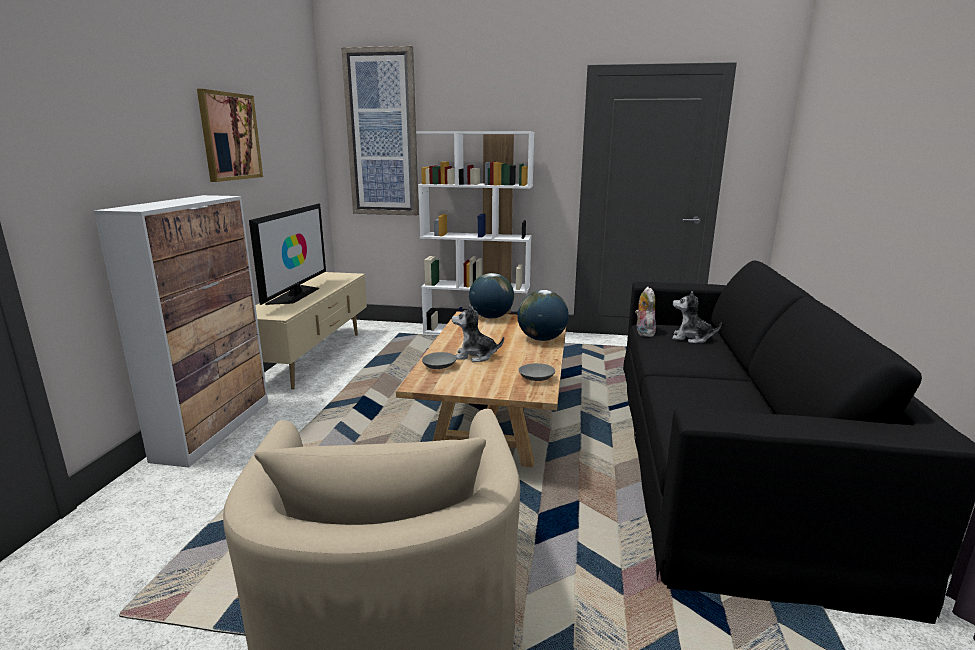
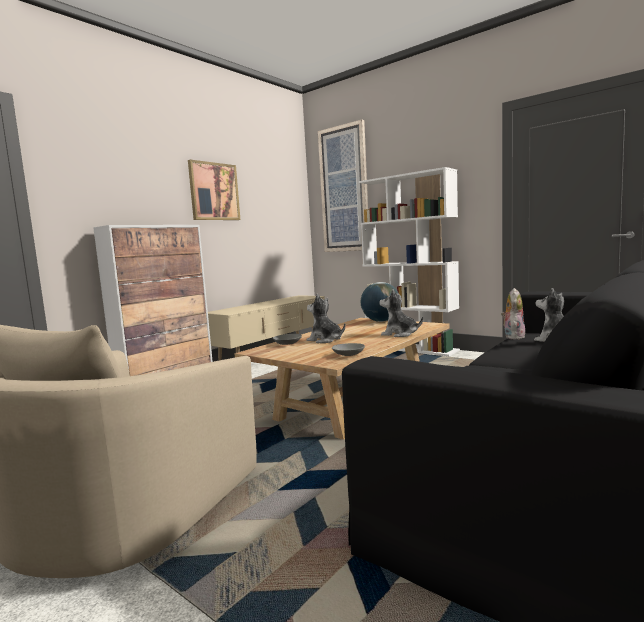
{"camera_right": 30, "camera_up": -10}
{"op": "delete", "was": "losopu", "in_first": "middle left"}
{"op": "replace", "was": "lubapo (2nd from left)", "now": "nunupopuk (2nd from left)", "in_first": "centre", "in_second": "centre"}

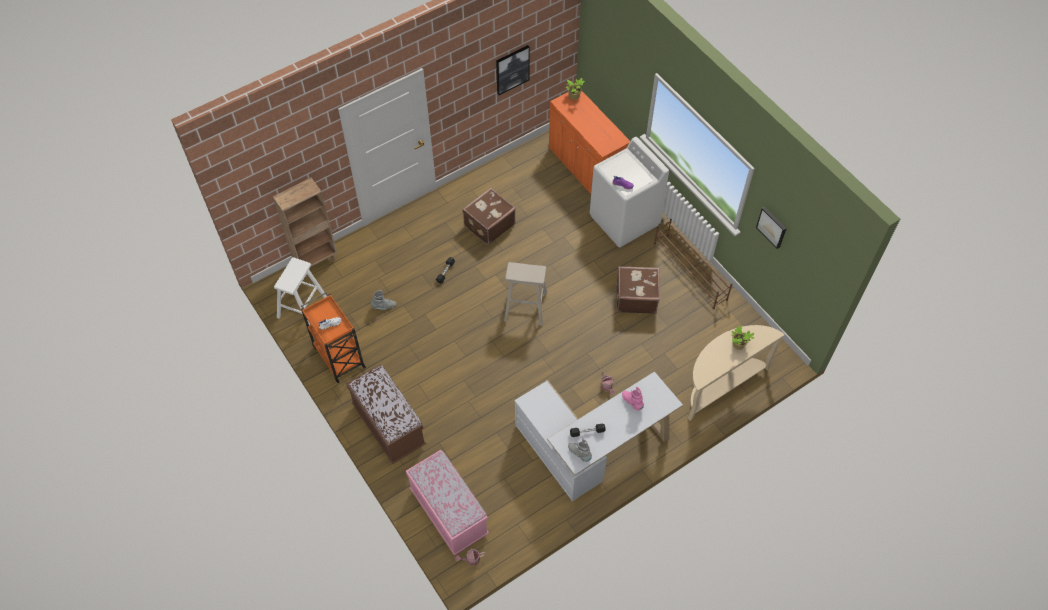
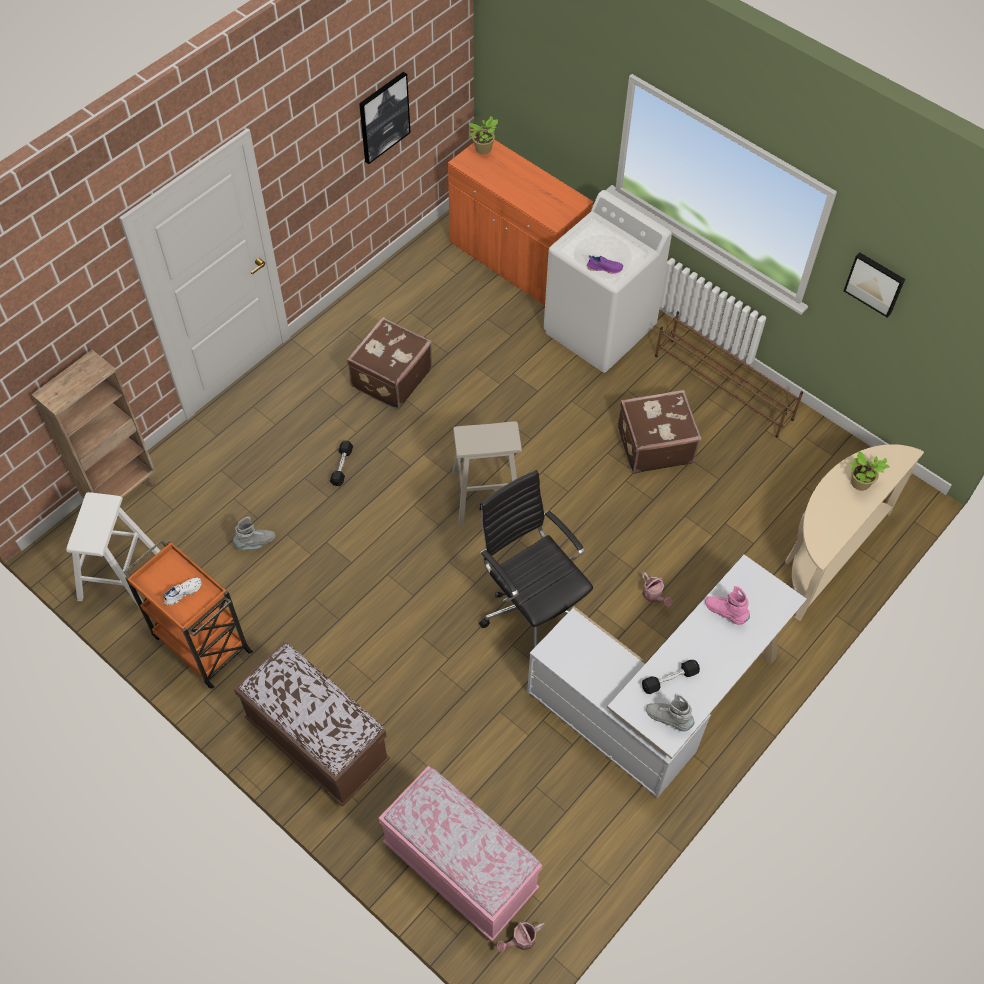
{"camera_right": -15, "camera_up": 0}
{"op": "insert", "now": "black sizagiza", "in_second": "centre"}

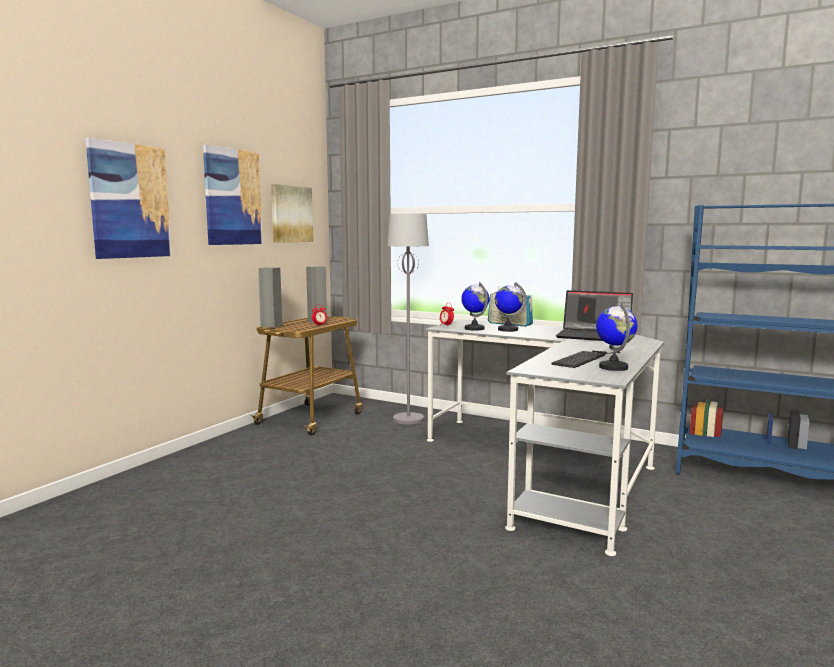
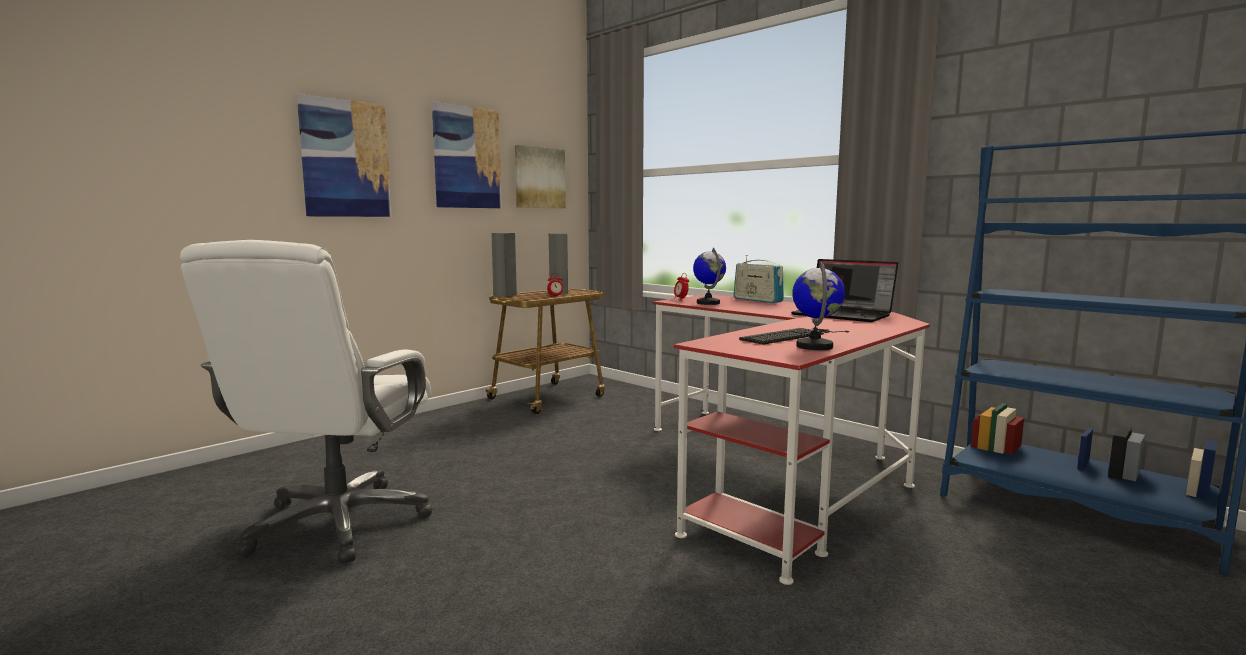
{"camera_right": 15, "camera_up": 0}
{"op": "delete", "was": "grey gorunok", "in_first": "centre"}
{"op": "recolor", "was": "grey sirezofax", "now": "red sirezofax", "in_first": "centre", "in_second": "bottom centre"}
{"op": "delete", "was": "lubapo (2nd from left)", "in_first": "centre"}
{"op": "insert", "now": "white sizagiza", "in_second": "middle left"}

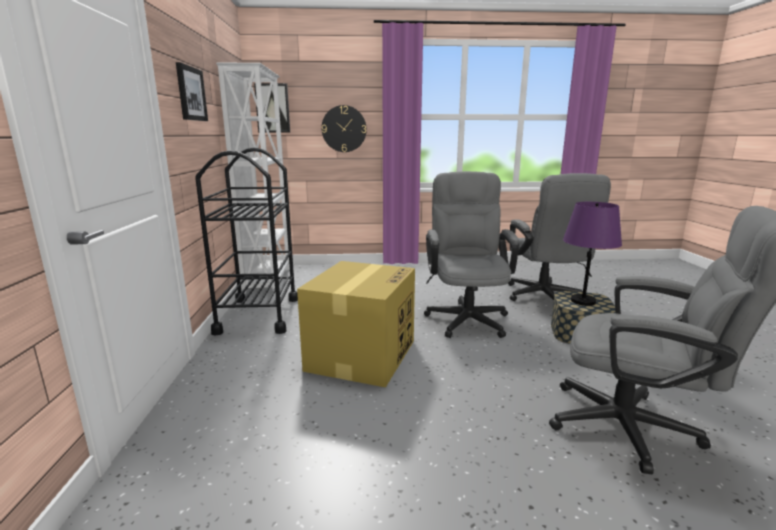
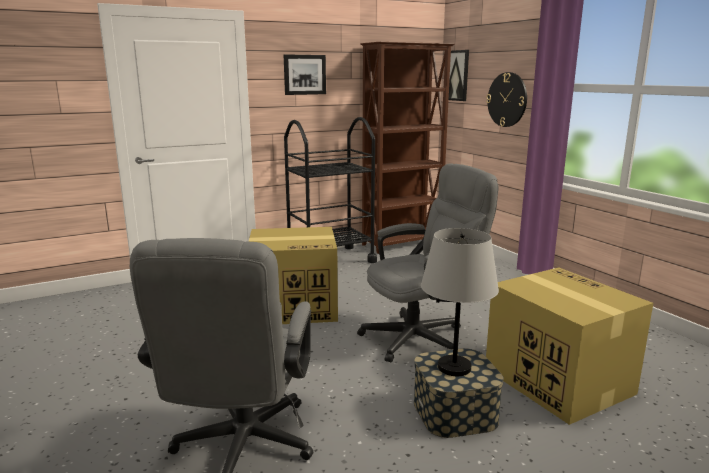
{"camera_right": 65, "camera_up": 0}
{"op": "recolor", "was": "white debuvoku", "now": "brown debuvoku", "in_first": "middle left", "in_second": "top centre"}
{"op": "replace", "was": "grey sizagiza (2nd from left)", "now": "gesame (2nd from left)", "in_first": "middle right", "in_second": "bottom right"}
{"op": "recolor", "was": "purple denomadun", "now": "grey denomadun", "in_first": "middle right", "in_second": "centre"}

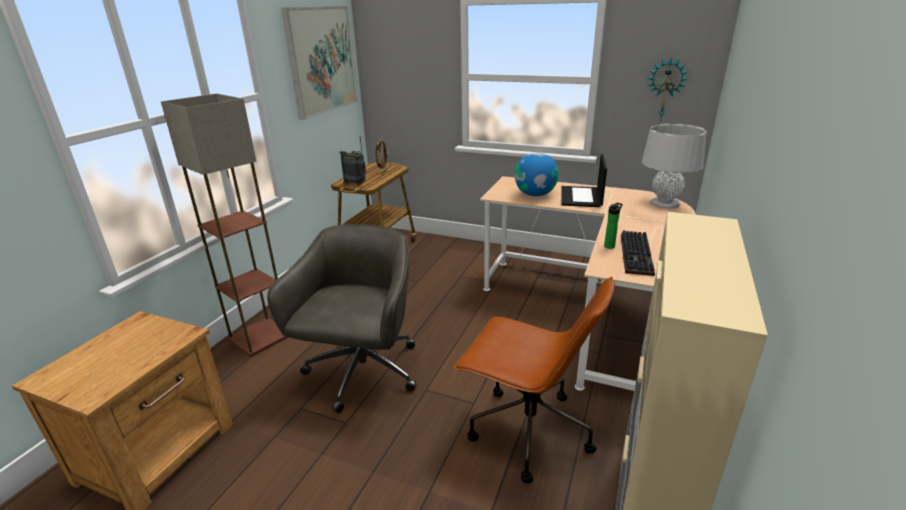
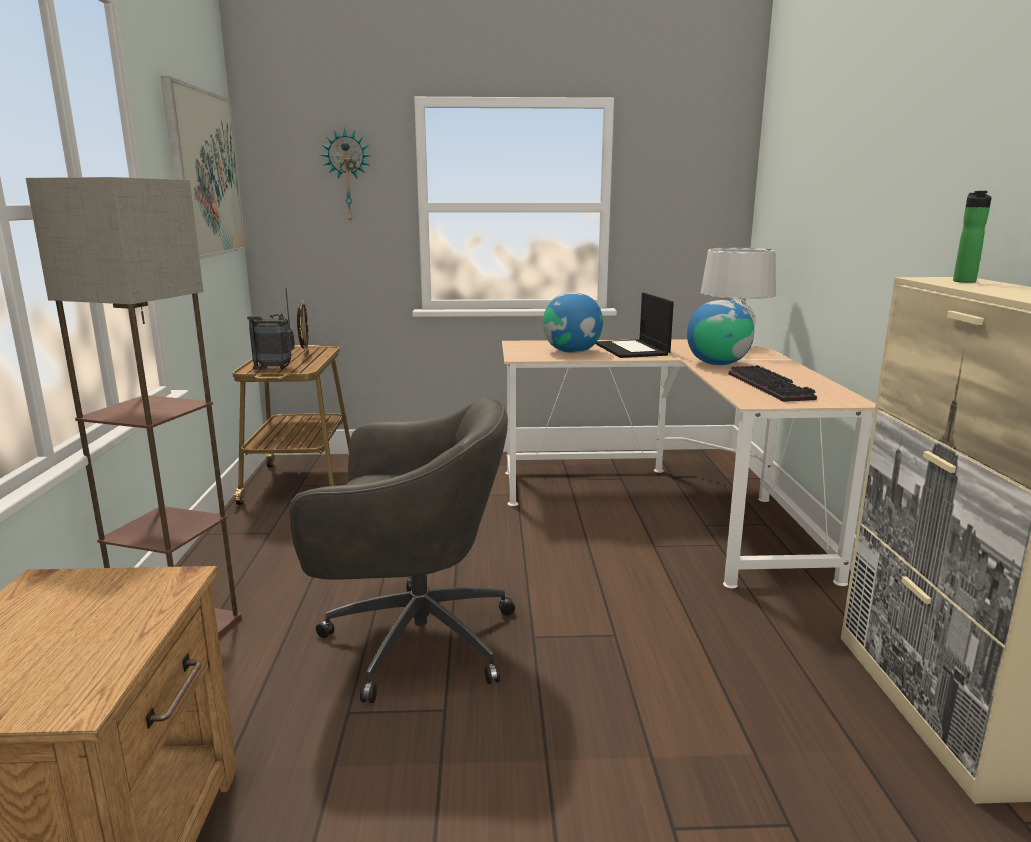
{"camera_right": -25, "camera_up": -10}
{"op": "rotate", "was": "grey sizagiza", "in_first": "centre", "in_second": "centre", "clockwise": 105}
{"op": "delete", "was": "brown sizagiza", "in_first": "bottom centre"}
{"op": "move", "was": "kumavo", "in_first": "middle right", "in_second": "top right"}
{"op": "move", "was": "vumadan", "in_first": "top right", "in_second": "top centre"}
{"op": "insert", "now": "lubapo (2nd from left)", "in_second": "middle right"}

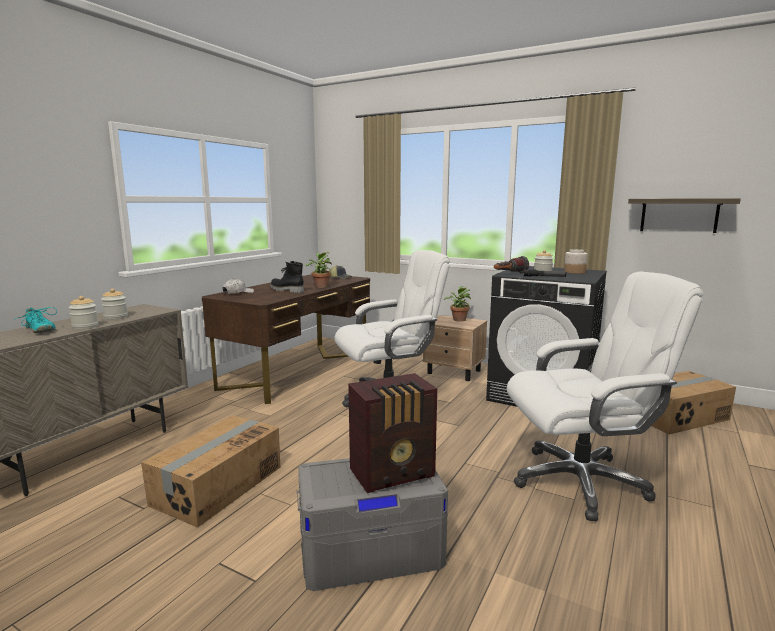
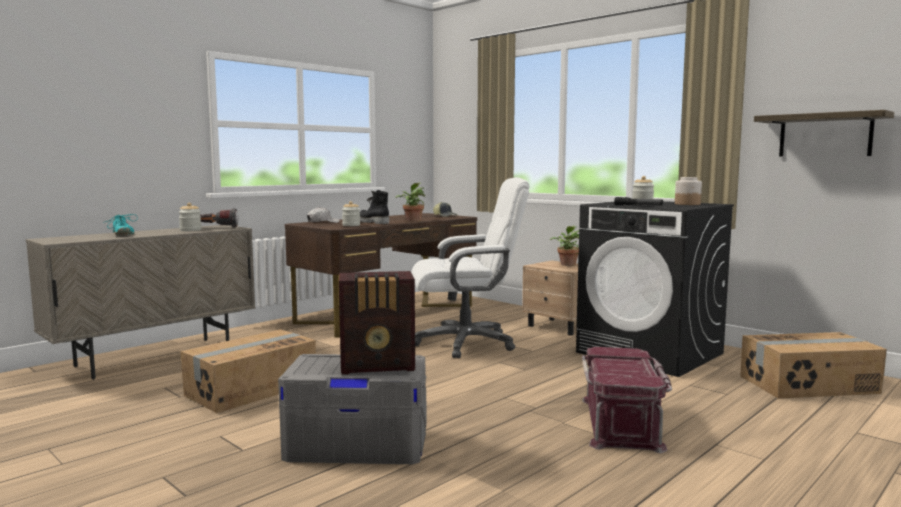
{"camera_right": 15, "camera_up": -5}
{"op": "move", "was": "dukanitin (1st from left in the first image)", "now": "dukanitin (2nd from left)", "in_first": "middle left", "in_second": "centre"}
{"op": "move", "was": "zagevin (1st from left)", "in_first": "centre", "in_second": "middle left"}
{"op": "replace", "was": "white sizagiza (2nd from left)", "now": "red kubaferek", "in_first": "middle right", "in_second": "bottom right"}

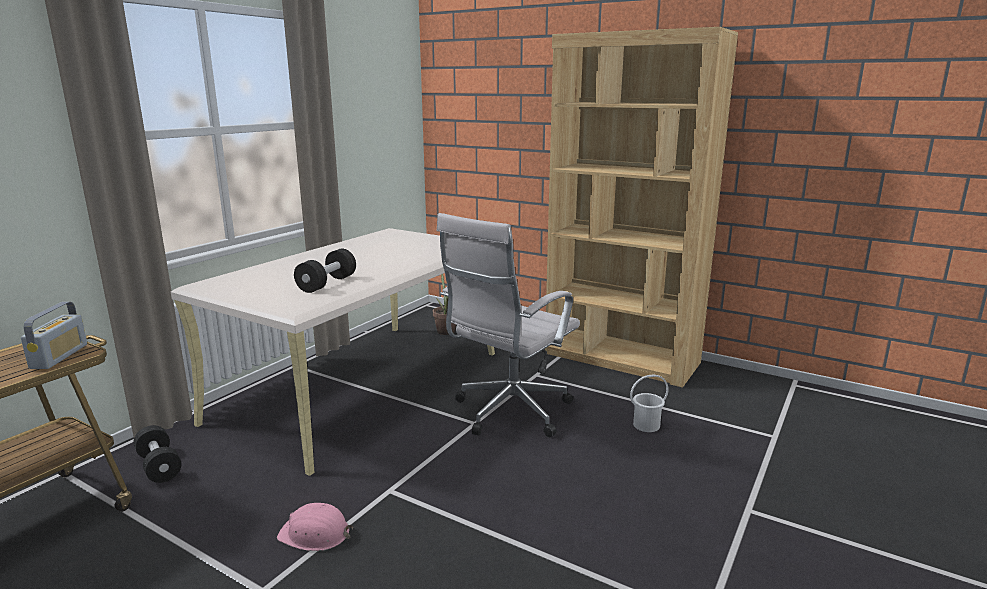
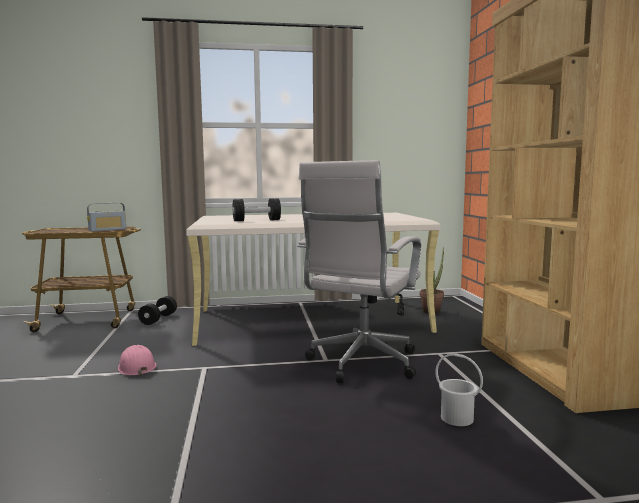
{"camera_right": 50, "camera_up": -10}
{"op": "rotate", "was": "white sizagiza", "in_first": "centre", "in_second": "centre", "clockwise": -60}

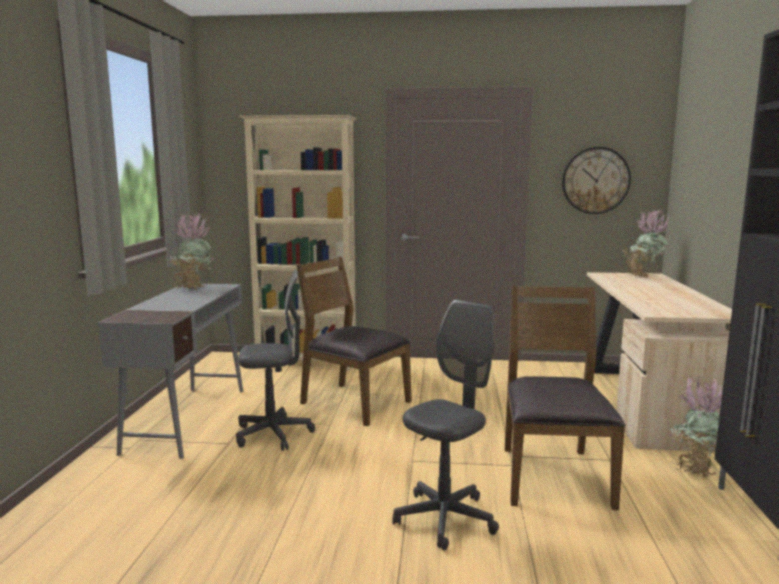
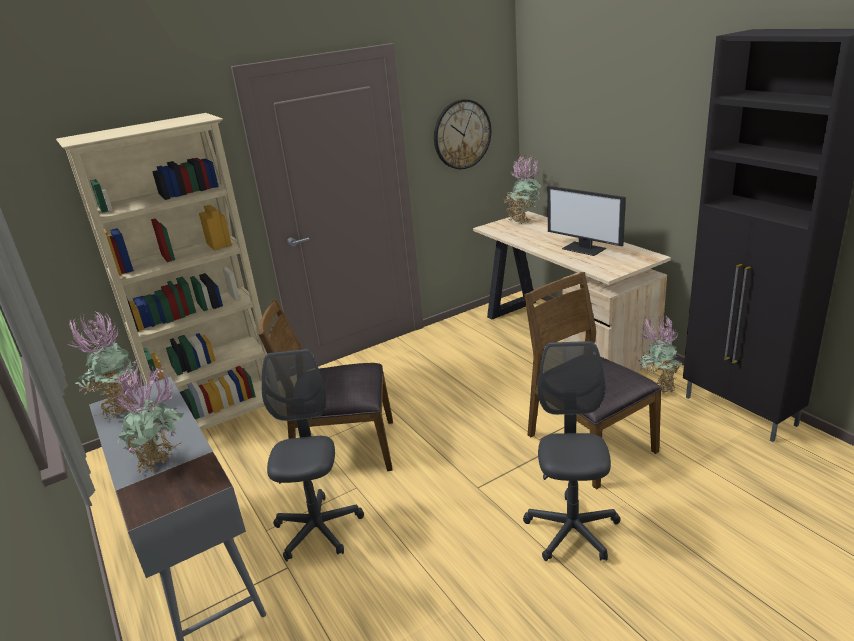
{"camera_right": -35, "camera_up": 15}
{"op": "rotate", "was": "grey sizagiza (1st from left)", "in_first": "centre", "in_second": "bottom centre", "clockwise": -45}
{"op": "insert", "now": "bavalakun (2nd from left)", "in_second": "middle left"}
{"op": "insert", "now": "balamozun", "in_second": "middle right"}

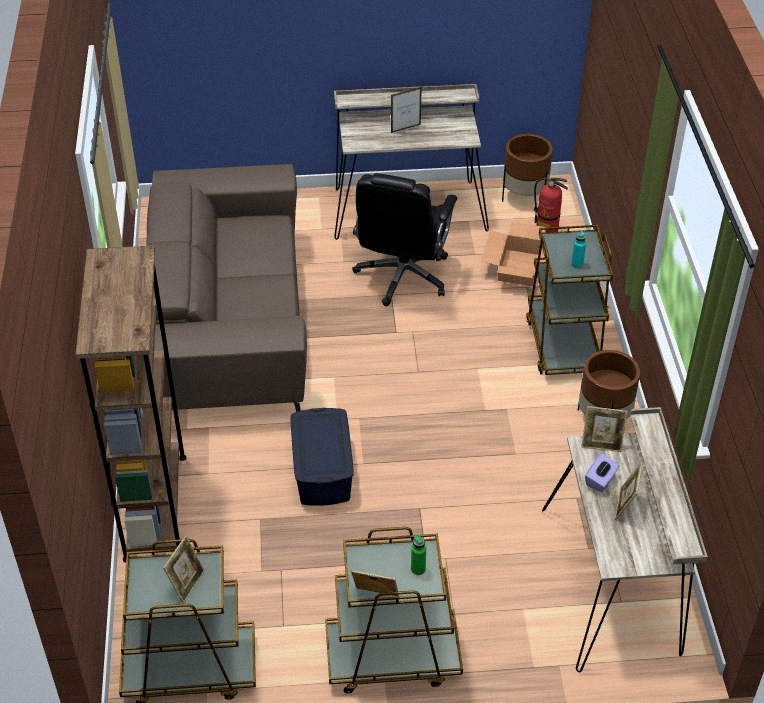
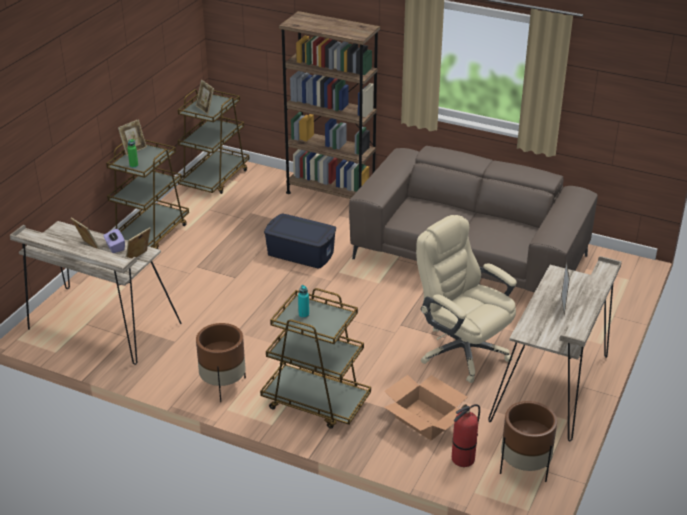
{"camera_right": 120, "camera_up": -10}
{"op": "recolor", "was": "black sizagiza", "now": "beige sizagiza", "in_first": "centre", "in_second": "middle right"}

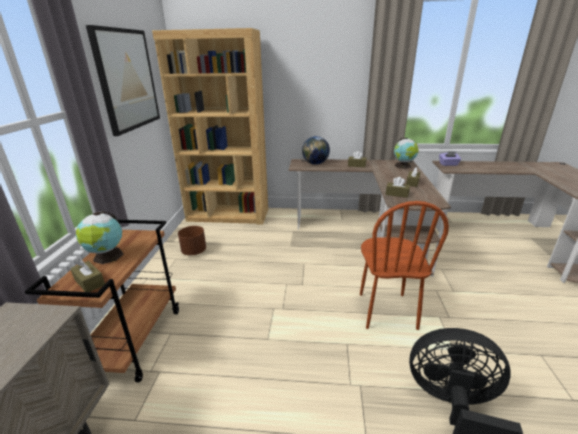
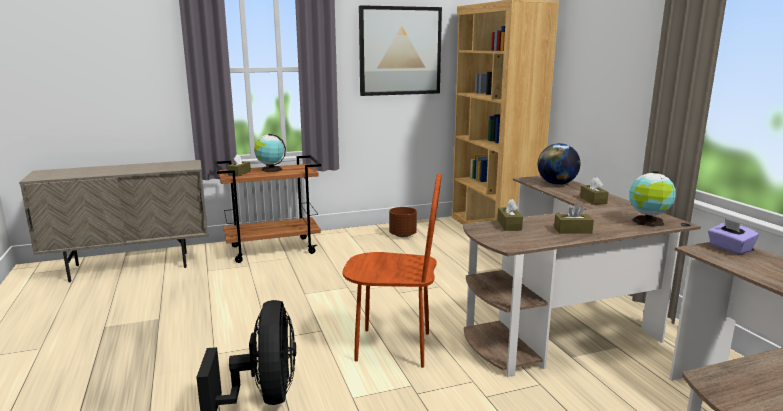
{"camera_right": 65, "camera_up": -10}
{"op": "rotate", "was": "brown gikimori", "in_first": "middle right", "in_second": "centre", "clockwise": -150}

